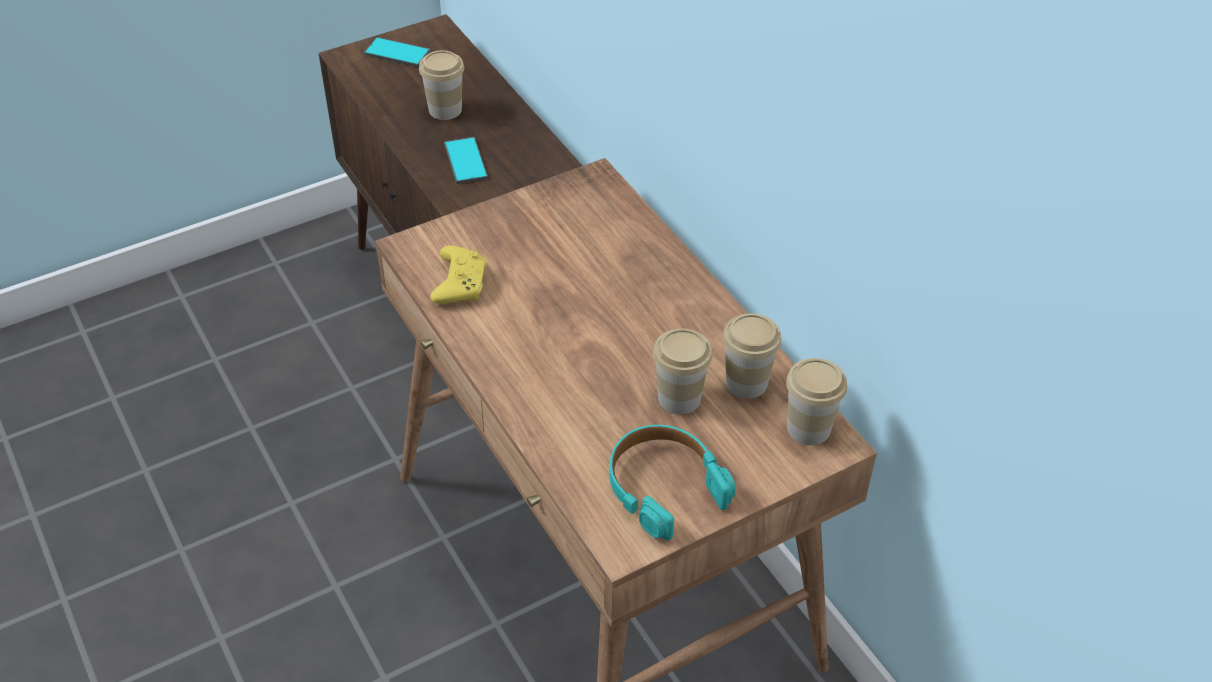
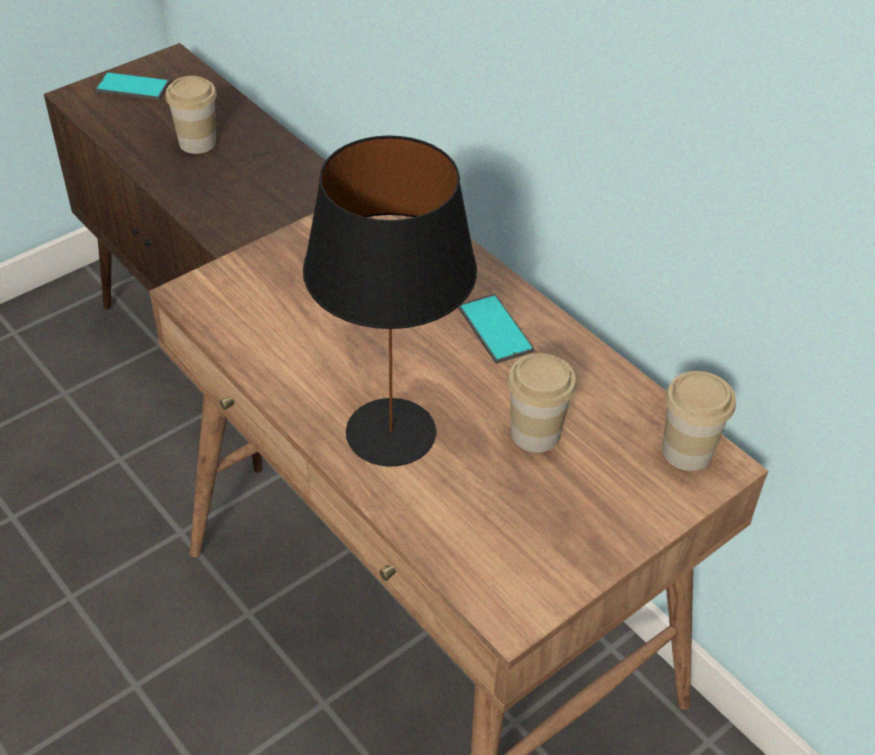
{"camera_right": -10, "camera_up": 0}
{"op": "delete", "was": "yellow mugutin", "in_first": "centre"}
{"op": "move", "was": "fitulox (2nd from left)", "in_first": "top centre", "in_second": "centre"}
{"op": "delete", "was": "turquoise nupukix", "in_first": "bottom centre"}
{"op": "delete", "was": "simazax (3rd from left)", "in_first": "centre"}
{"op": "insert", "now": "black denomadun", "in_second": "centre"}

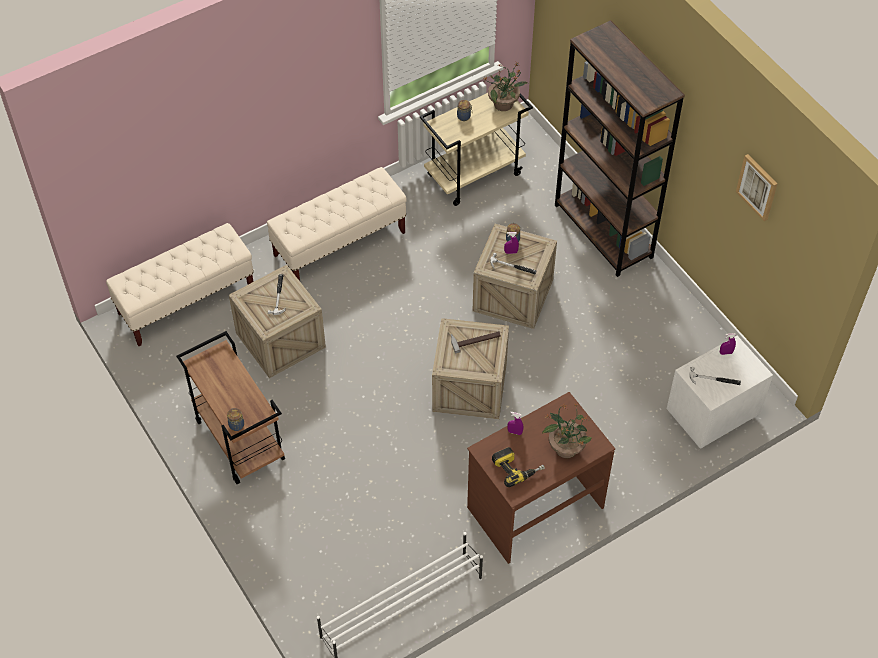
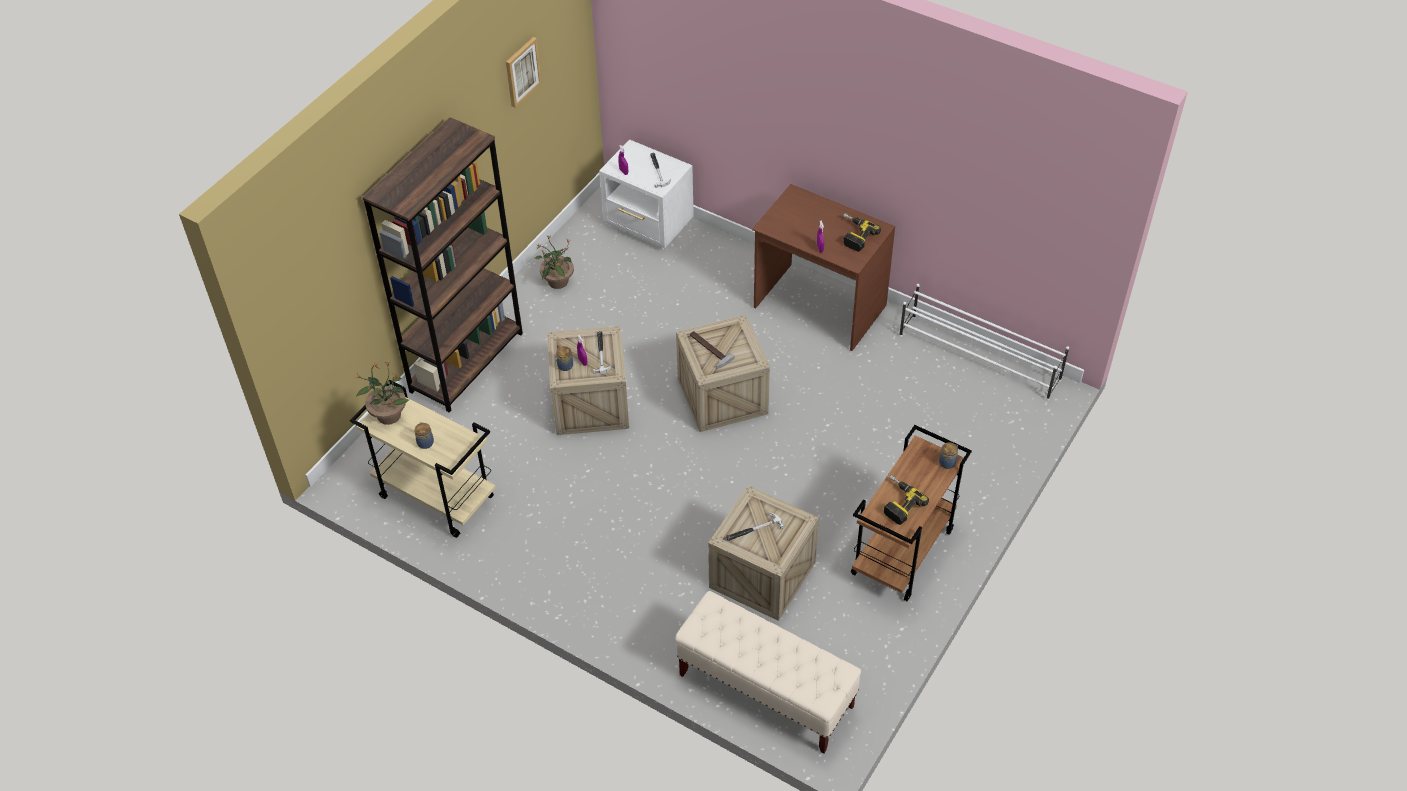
{"camera_right": -115, "camera_up": -5}
{"op": "delete", "was": "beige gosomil (2nd from left)", "in_first": "centre"}
{"op": "move", "was": "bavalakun (2nd from left)", "in_first": "centre", "in_second": "top centre"}
{"op": "insert", "now": "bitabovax (2nd from left)", "in_second": "centre"}

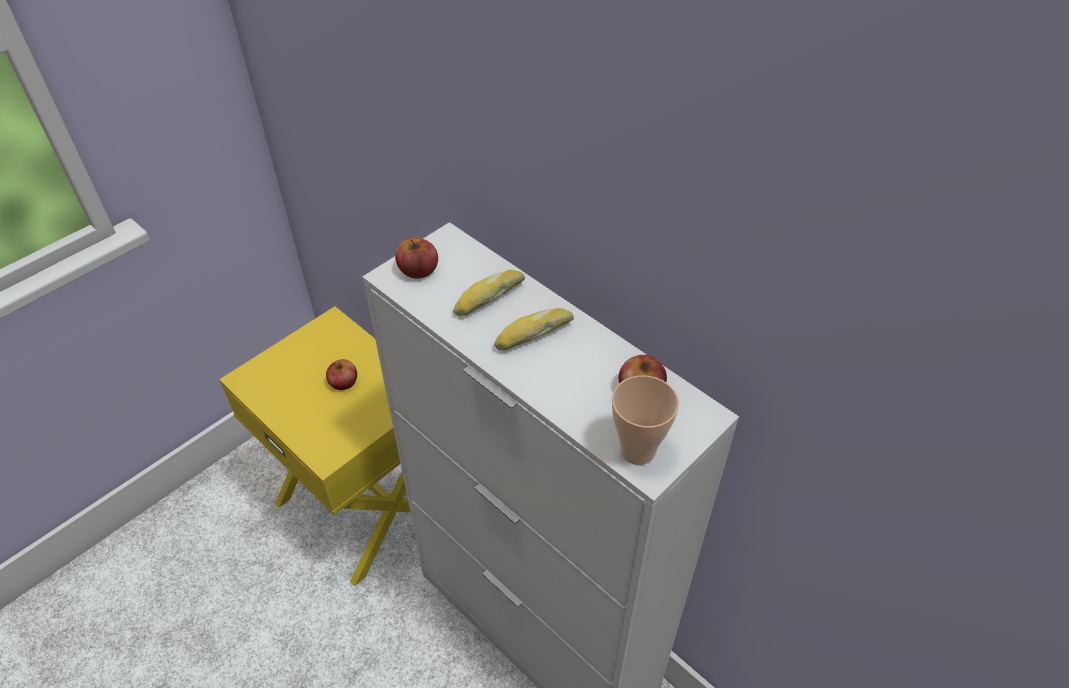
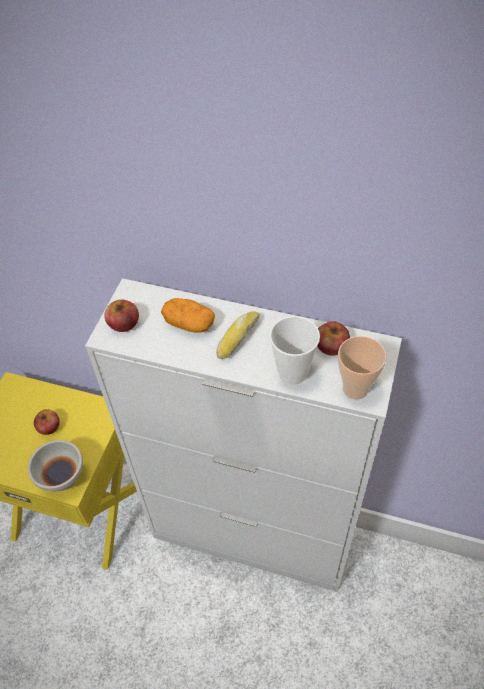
{"camera_right": -25, "camera_up": 5}
{"op": "replace", "was": "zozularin (1st from left)", "now": "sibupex", "in_first": "centre", "in_second": "centre"}
{"op": "insert", "now": "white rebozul", "in_second": "bottom left"}
{"op": "insert", "now": "simazax (1st from left)", "in_second": "centre"}

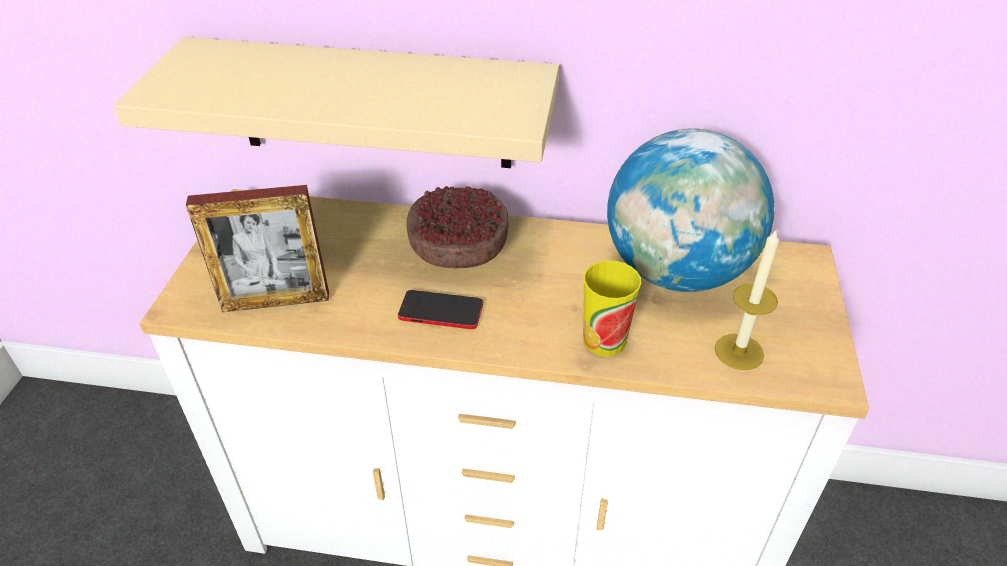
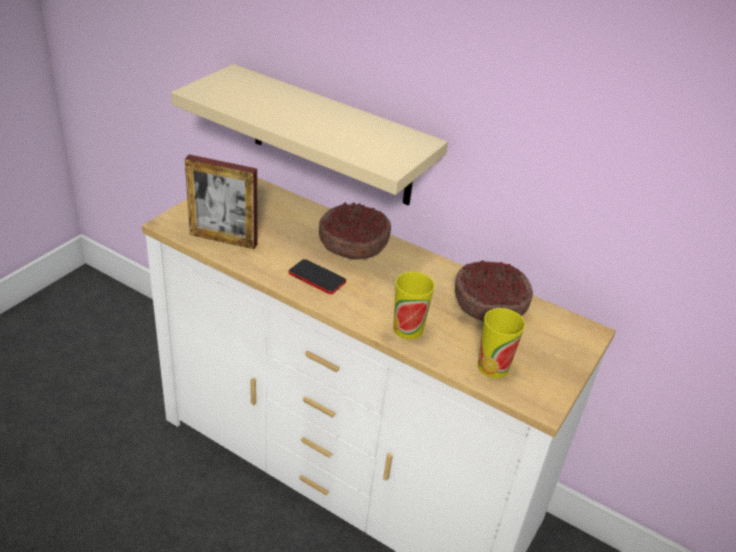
{"camera_right": 20, "camera_up": -5}
{"op": "replace", "was": "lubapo", "now": "rebozul (2nd from left)", "in_first": "middle right", "in_second": "middle right"}
{"op": "replace", "was": "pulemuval", "now": "simazax (2nd from left)", "in_first": "middle right", "in_second": "middle right"}

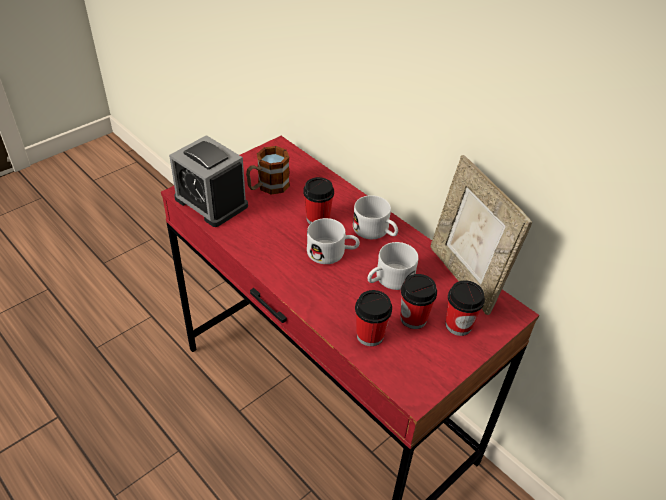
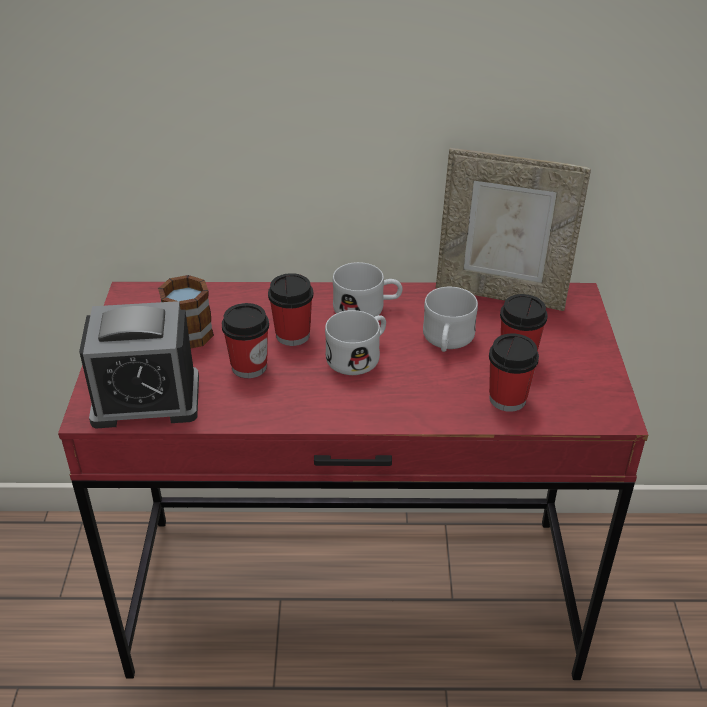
{"camera_right": -45, "camera_up": -5}
{"op": "move", "was": "simazax (4th from left in the first image)", "now": "simazax (1st from left)", "in_first": "middle right", "in_second": "centre"}

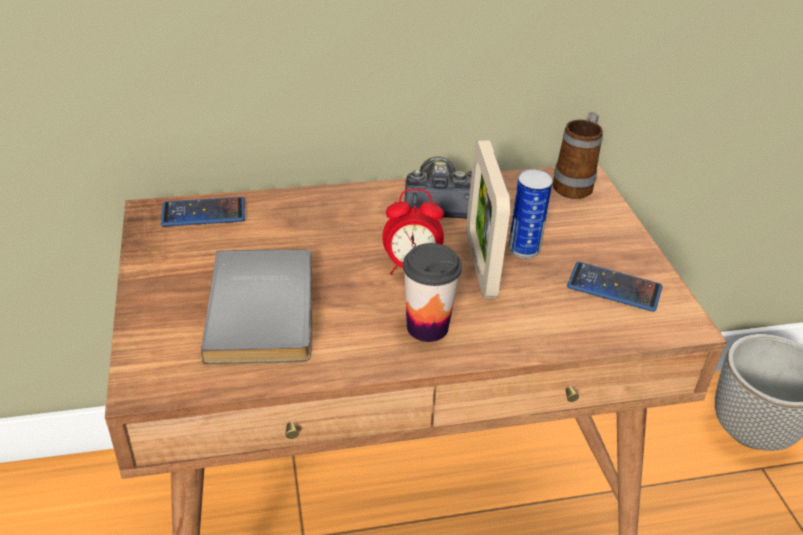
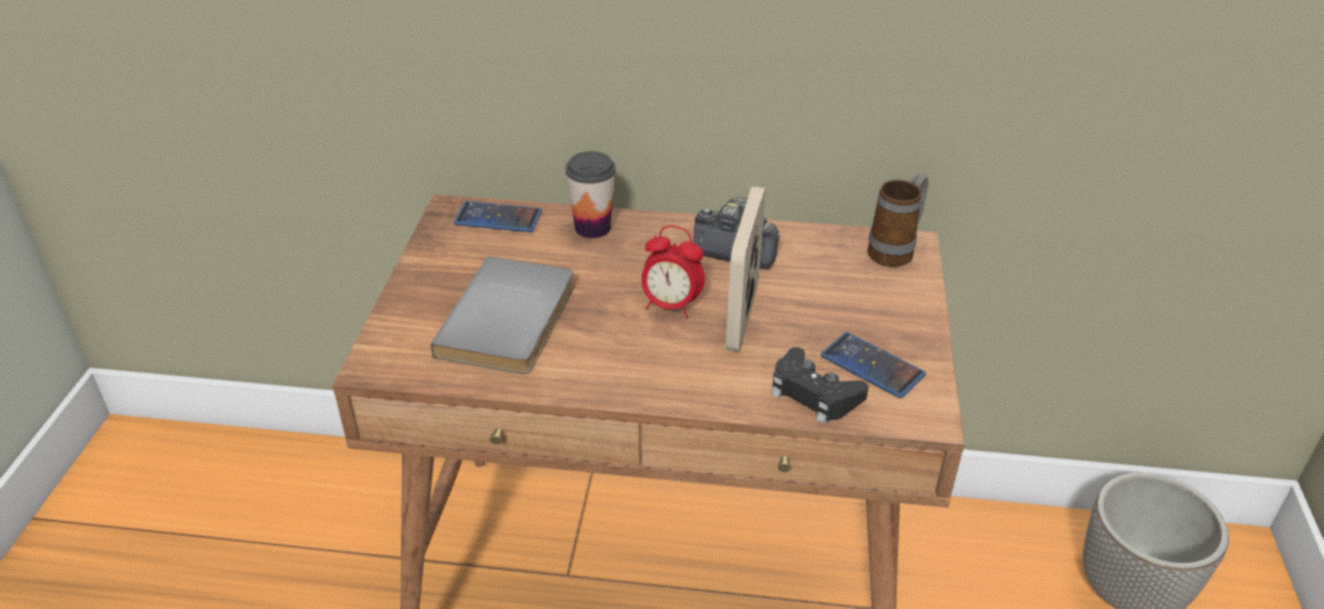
{"camera_right": 20, "camera_up": 0}
{"op": "move", "was": "simazax", "in_first": "centre", "in_second": "top centre"}
{"op": "delete", "was": "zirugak", "in_first": "centre"}
{"op": "insert", "now": "black mugutin", "in_second": "centre"}

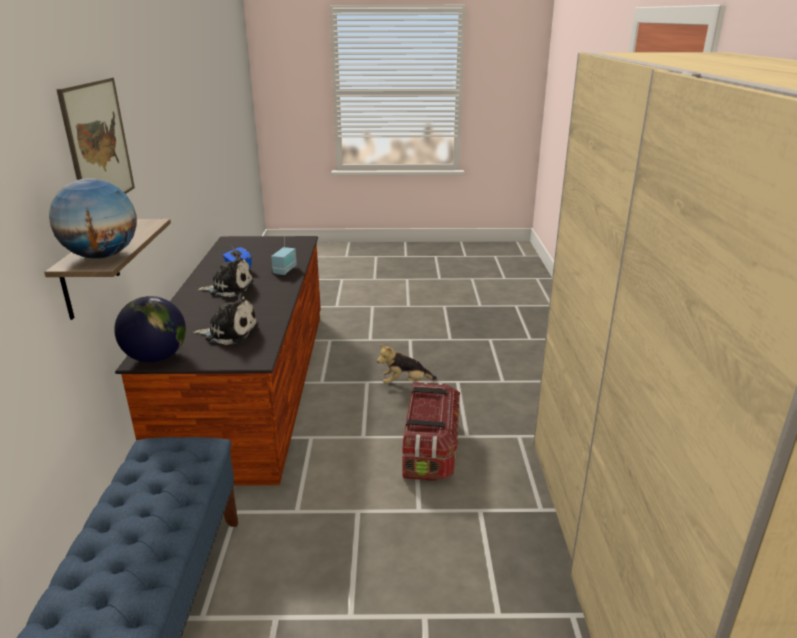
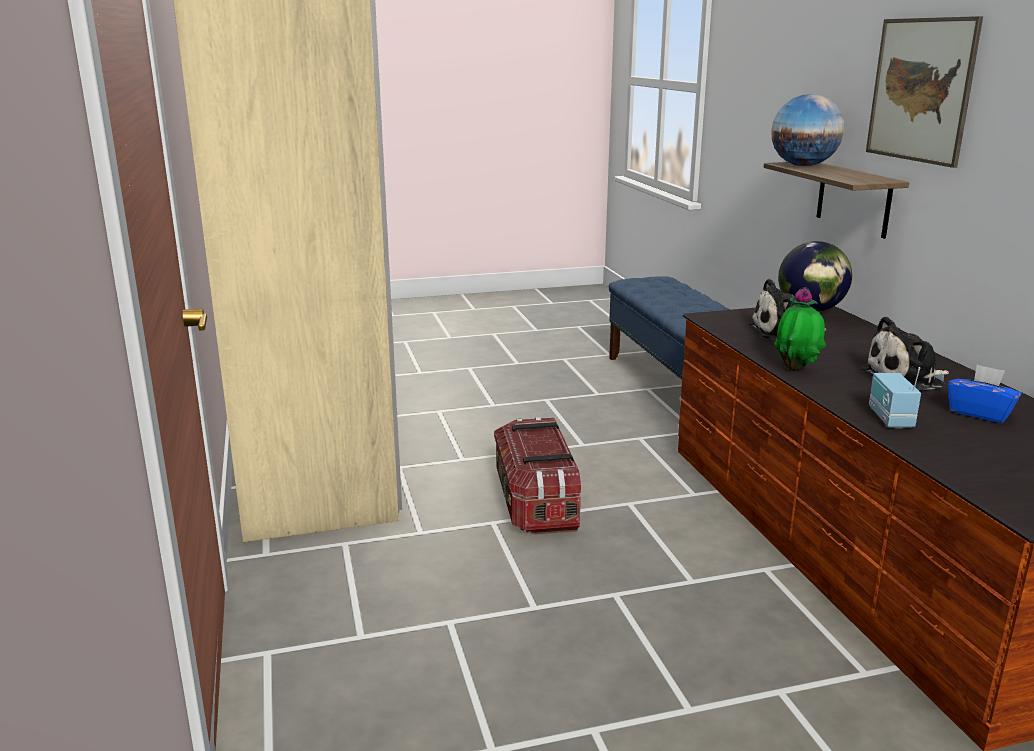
{"camera_right": 165, "camera_up": -5}
{"op": "delete", "was": "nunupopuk (3rd from left)", "in_first": "centre"}
{"op": "insert", "now": "bavalakun", "in_second": "middle right"}

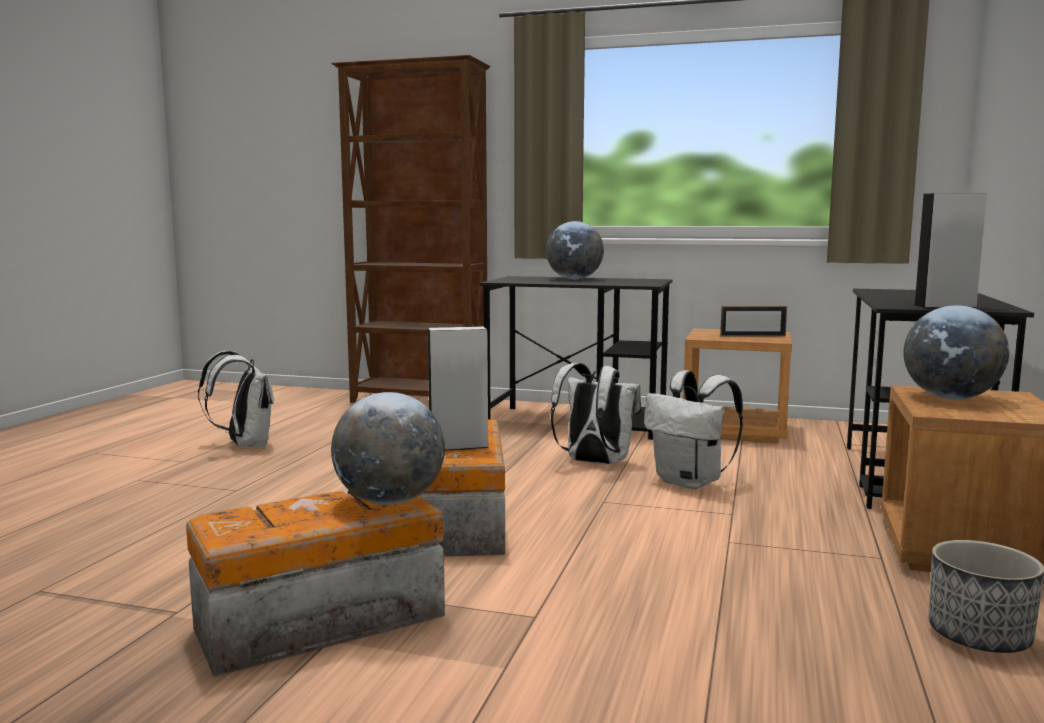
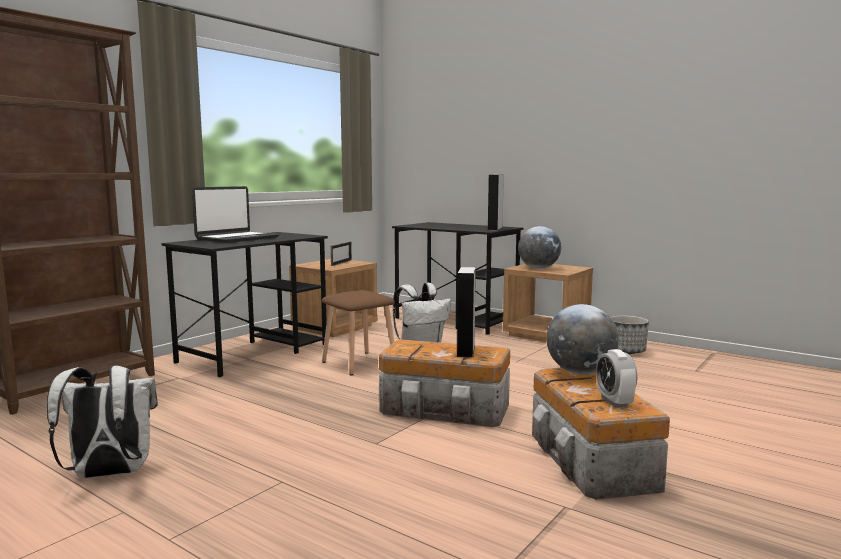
{"camera_right": -70, "camera_up": 0}
{"op": "replace", "was": "lubapo (2nd from left)", "now": "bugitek", "in_first": "centre", "in_second": "middle left"}
{"op": "replace", "was": "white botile (2nd from left)", "now": "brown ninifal", "in_first": "centre", "in_second": "centre"}
{"op": "insert", "now": "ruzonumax", "in_second": "bottom right"}

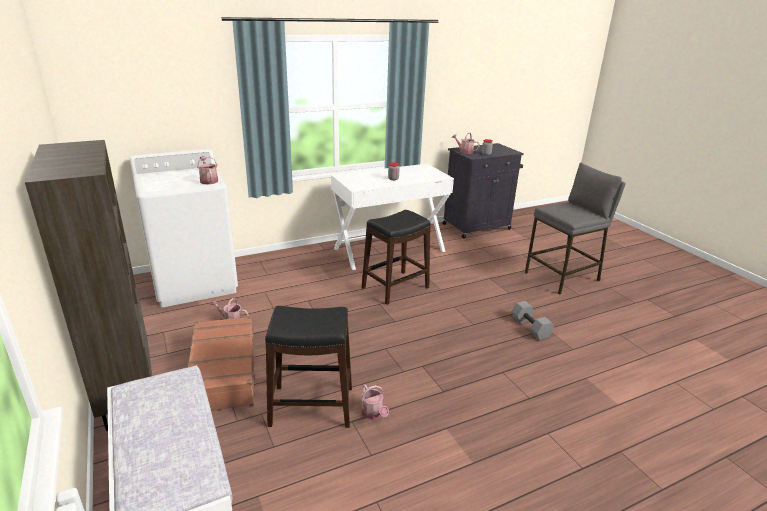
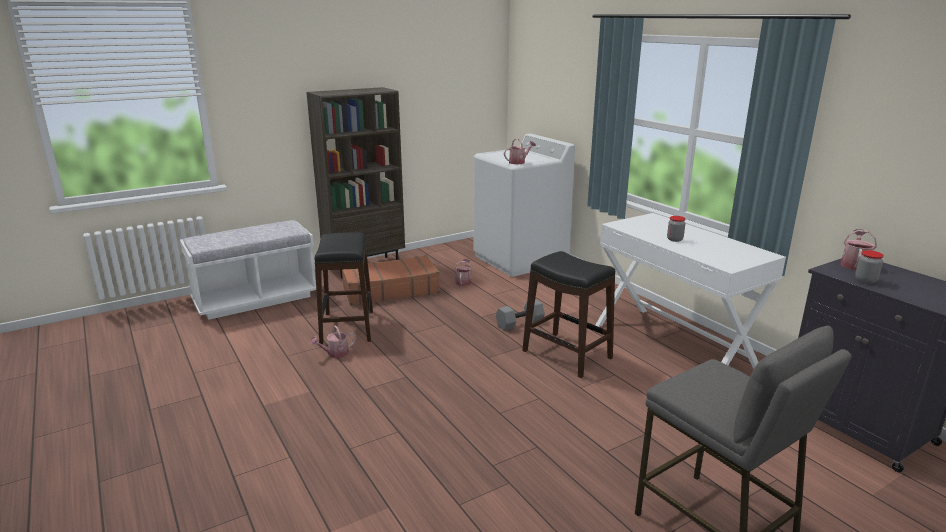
{"camera_right": 85, "camera_up": -5}
{"op": "move", "was": "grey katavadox", "in_first": "middle right", "in_second": "centre"}

